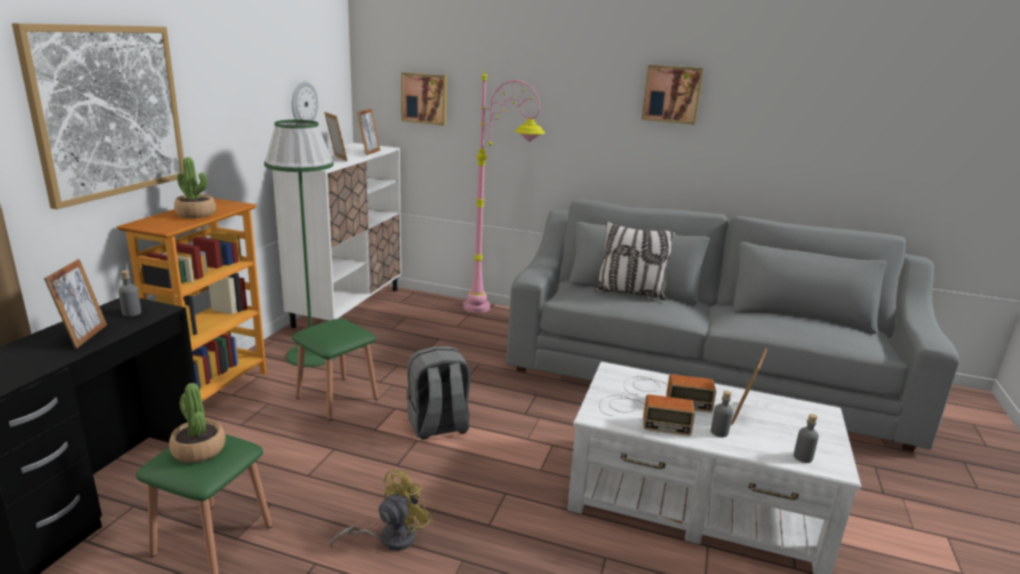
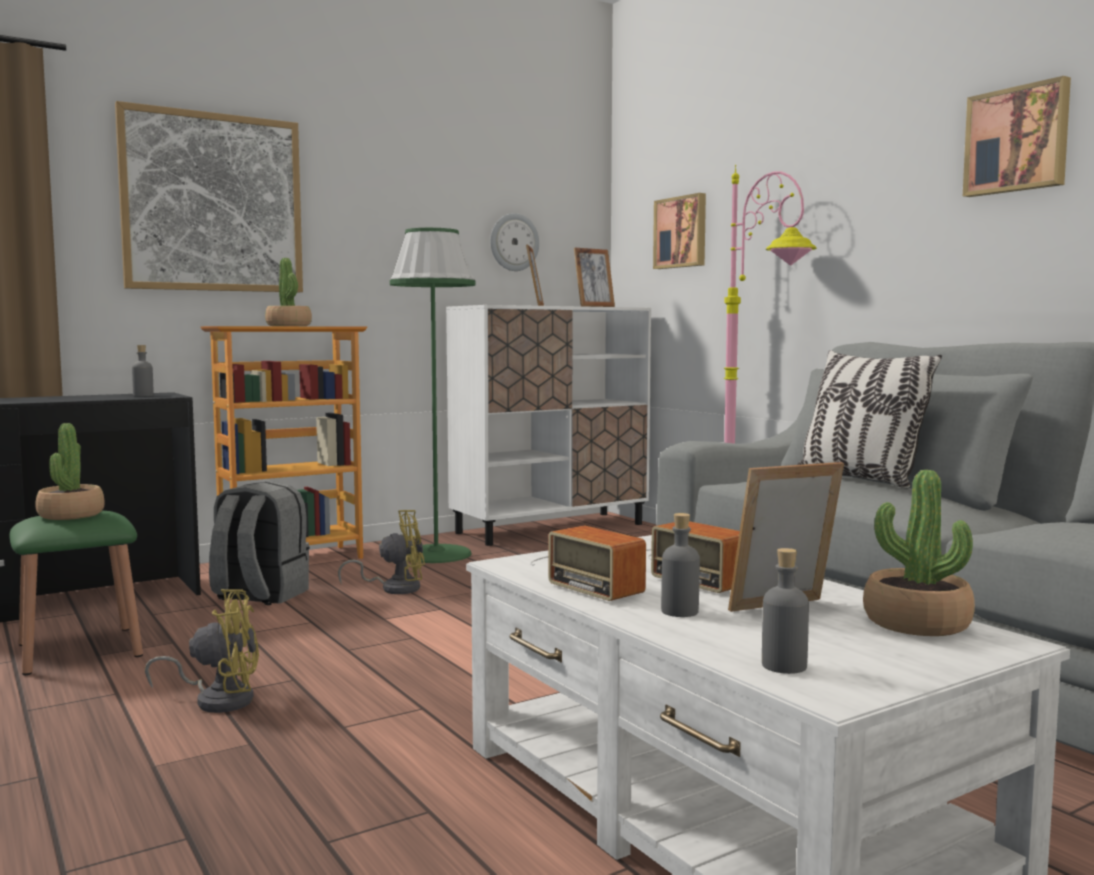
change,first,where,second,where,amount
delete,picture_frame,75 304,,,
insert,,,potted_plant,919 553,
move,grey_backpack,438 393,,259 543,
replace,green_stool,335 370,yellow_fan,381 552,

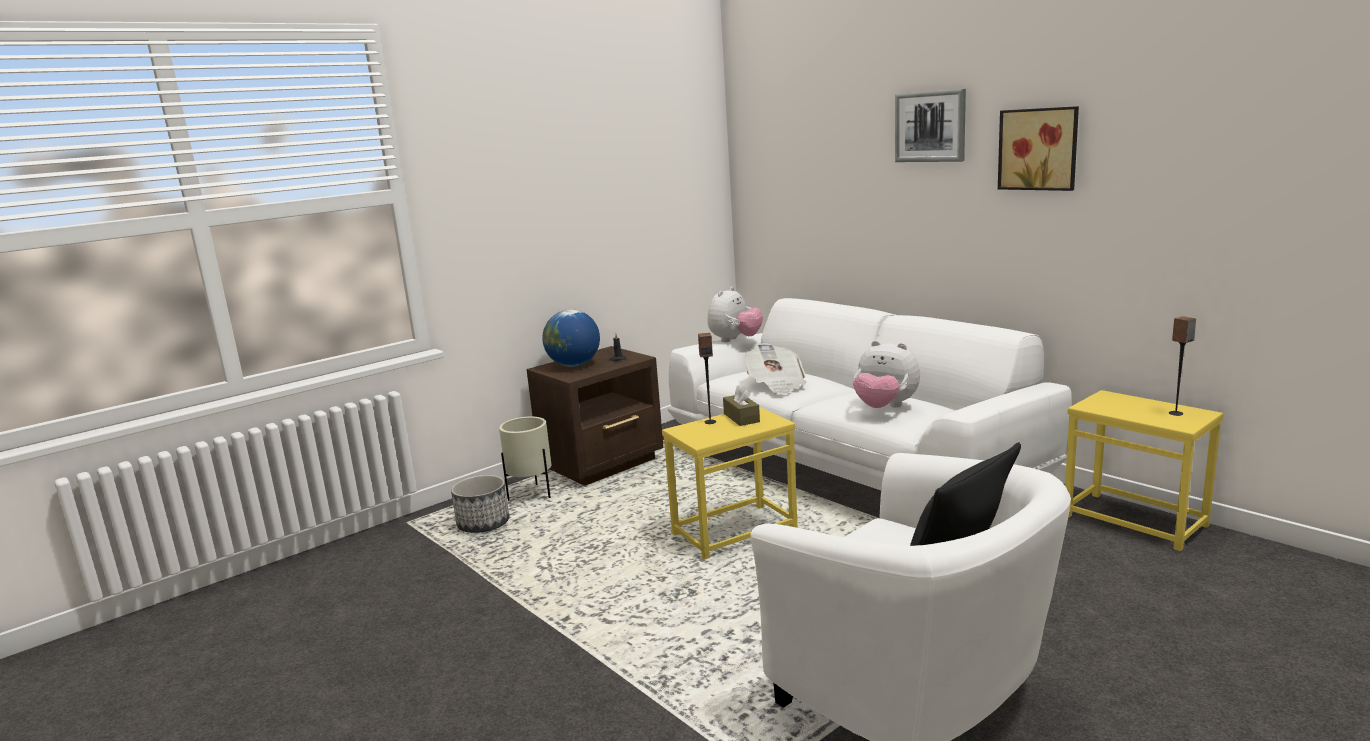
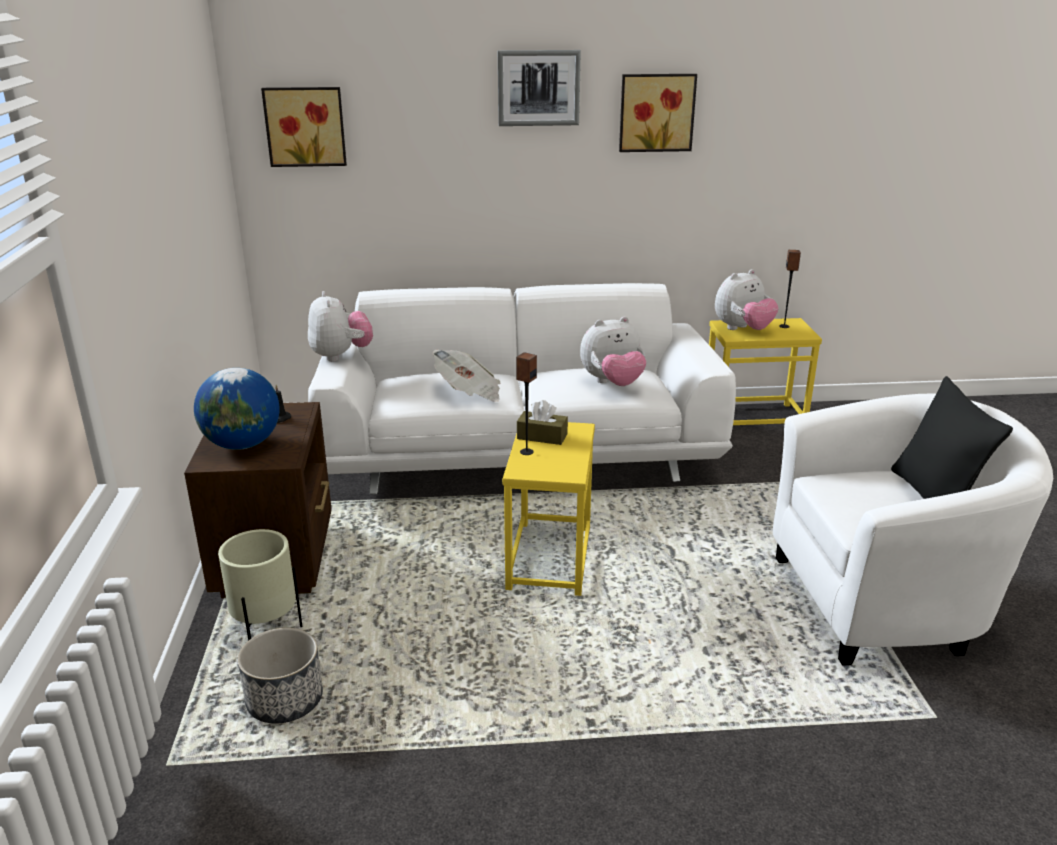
change,first,where,second,where,amount
insert,,,picture,304 127,
insert,,,plush_toy,747 299,

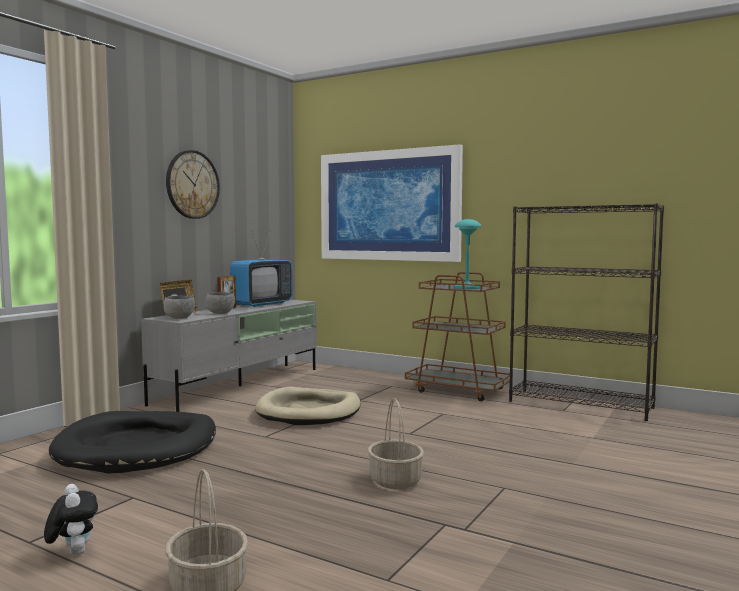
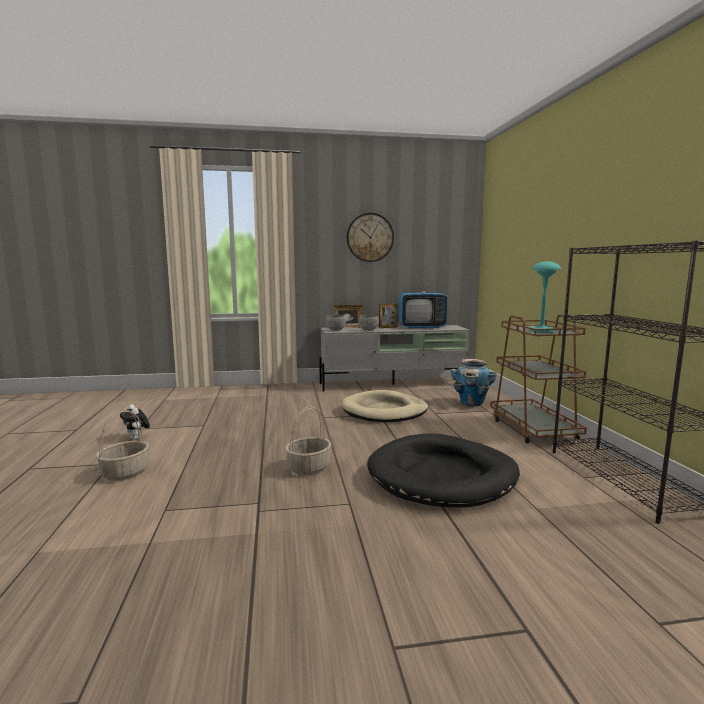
change,first,where,second,where,amount
delete,picture,392 203,,,
insert,,,planter,474 382,
move,black_dog_bed,132 442,,443 470,
rotate,plush_toy,71 520,,135 422,120 degrees clockwise

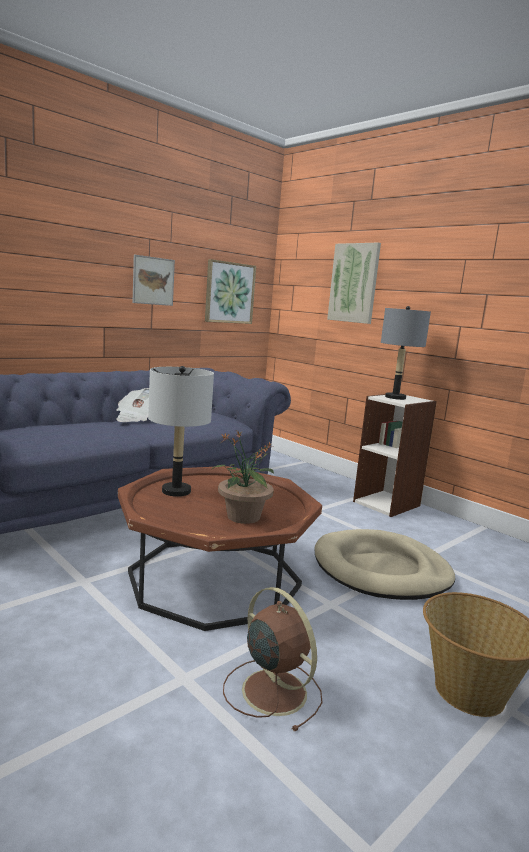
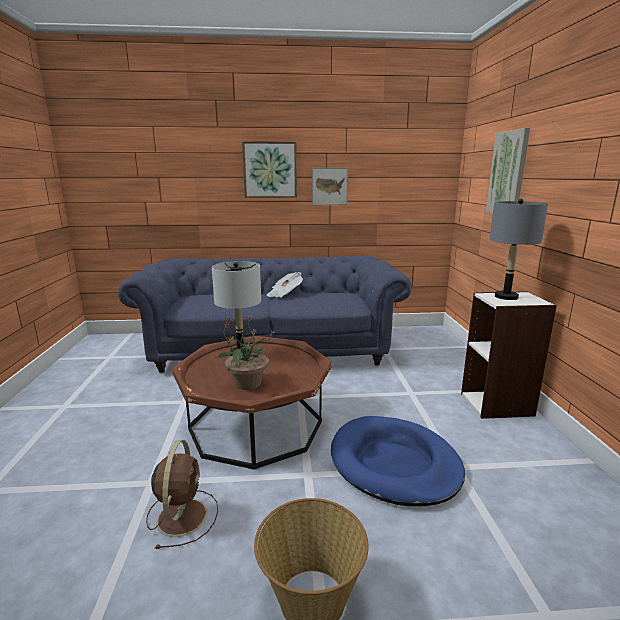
change,first,where,second,where,amount
move,picture,230 291,,269 169,
recolor,beige_dog_bed,384 564,blue_dog_bed,398 461,

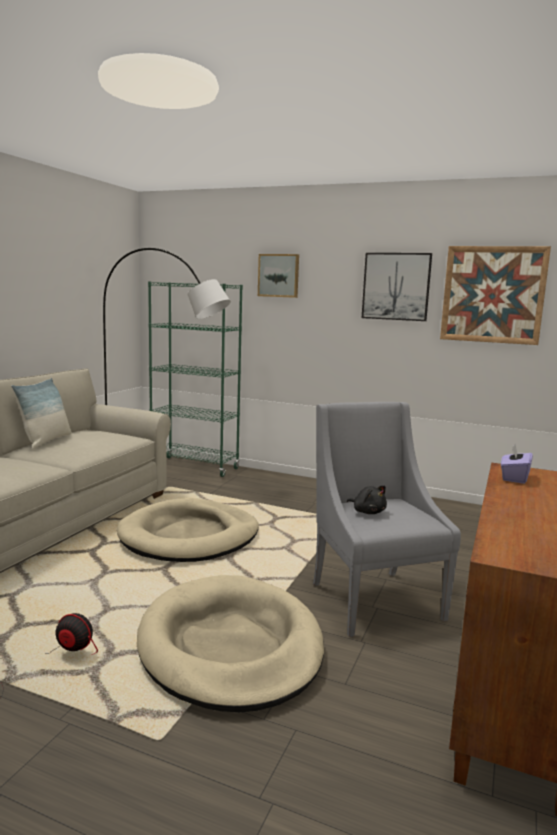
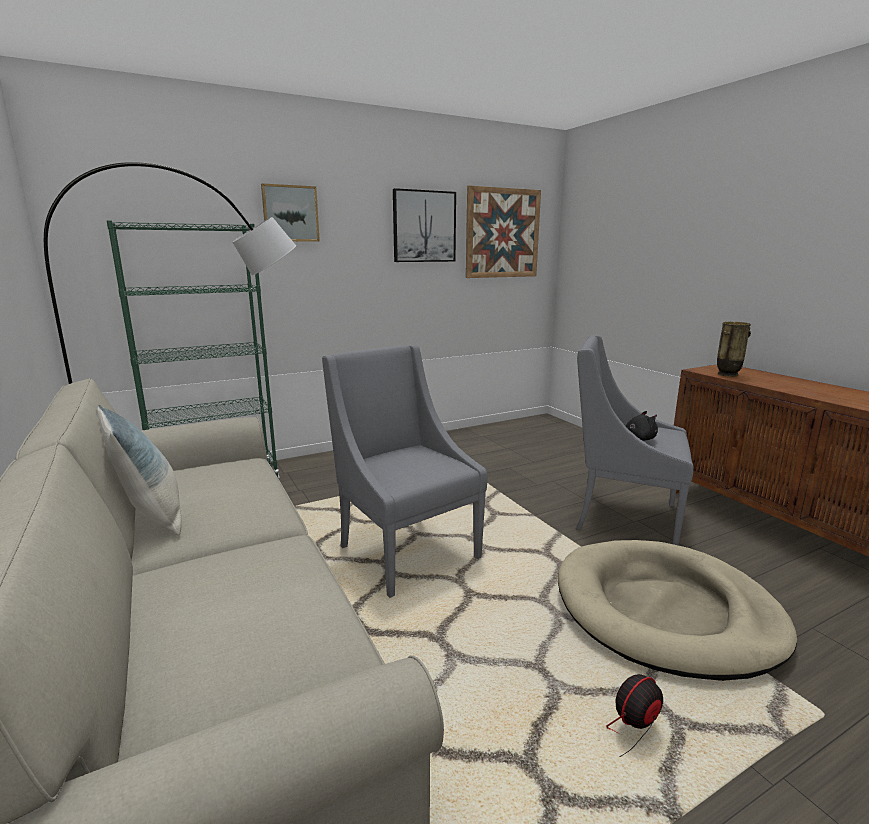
change,first,where,second,where,amount
replace,beige_dog_bed,188 530,grey_armchair,405 471,
replace,purple_tissue_box,517 464,vase,734 349,

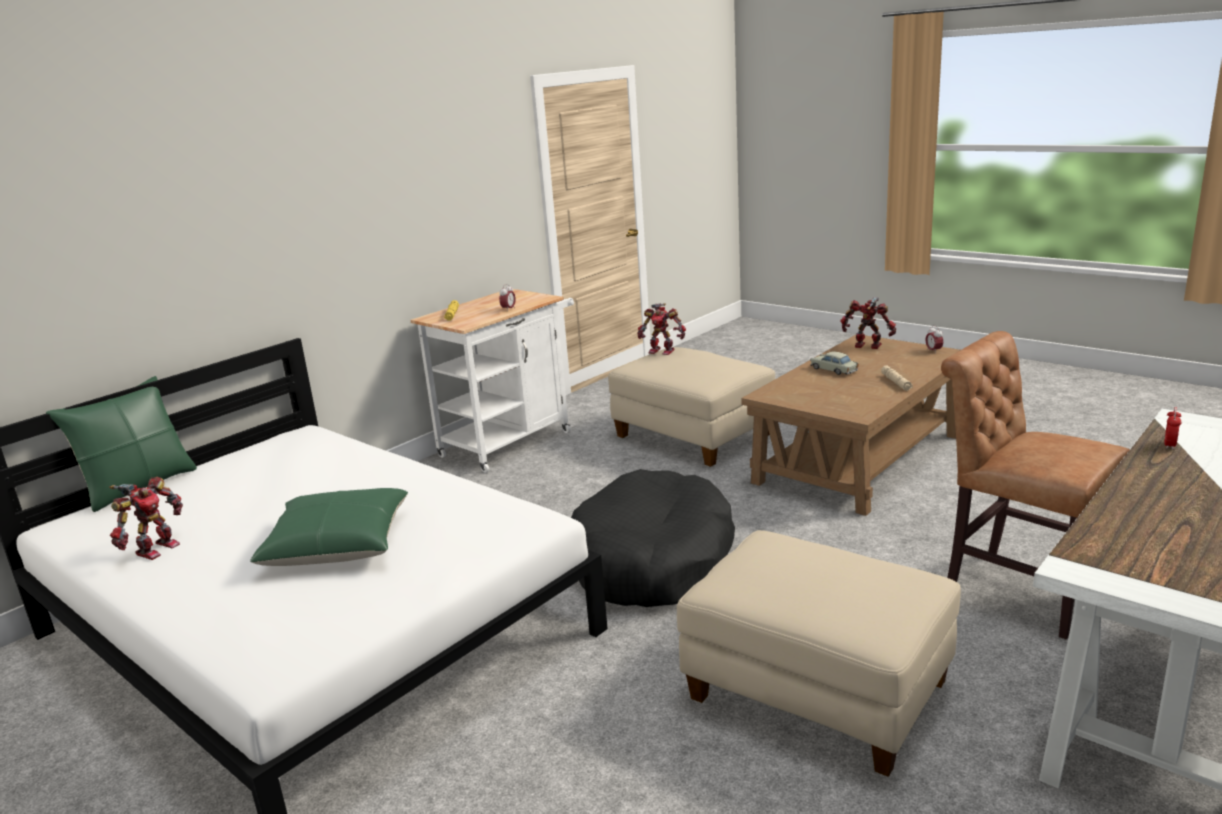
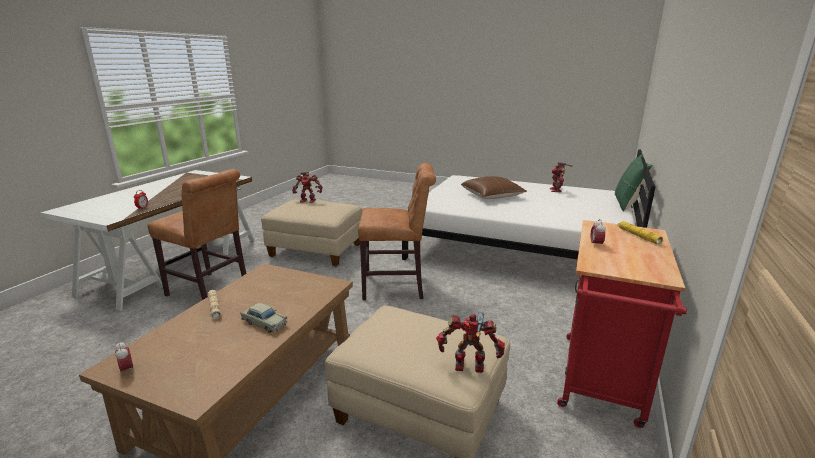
change,first,where,second,where,amount
move,toy_robot,868 323,,307 187,
replace,black_dog_bed,653 538,brown_chair,397 231,
recolor,green_pillow,329 527,brown_pillow,494 187,
recolor,white_cart,492 381,red_cart,622 324,

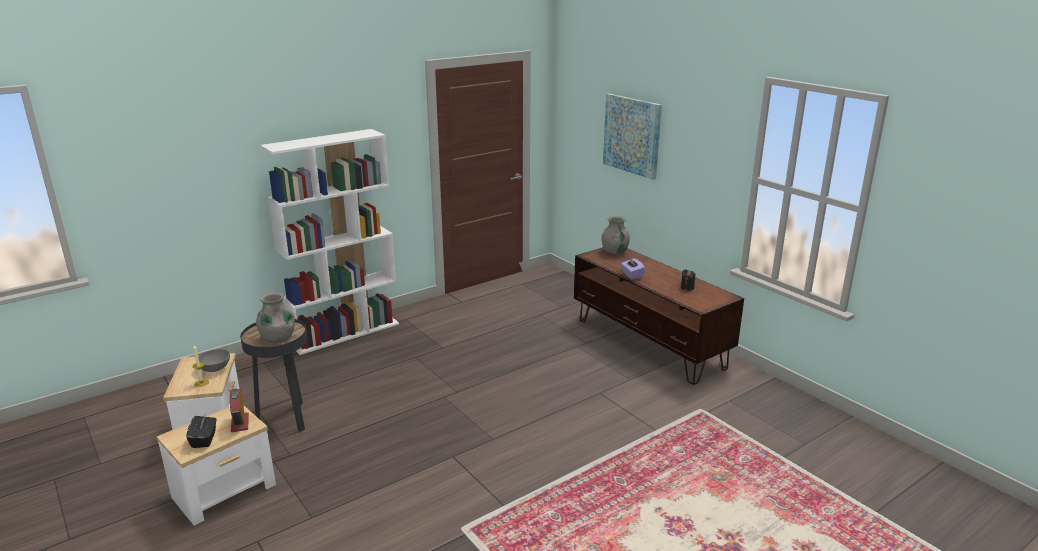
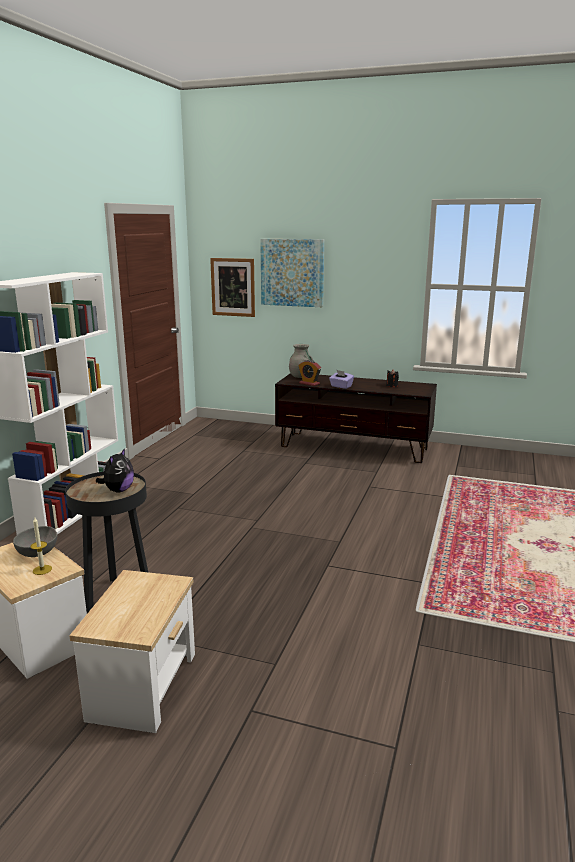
change,first,where,second,where,amount
delete,black_tissue_box,201 431,,,
insert,,,picture,232 287,
move,alarm_clock,239 410,,310 373,
replace,grey_vase,275 317,plush_toy,115 470,

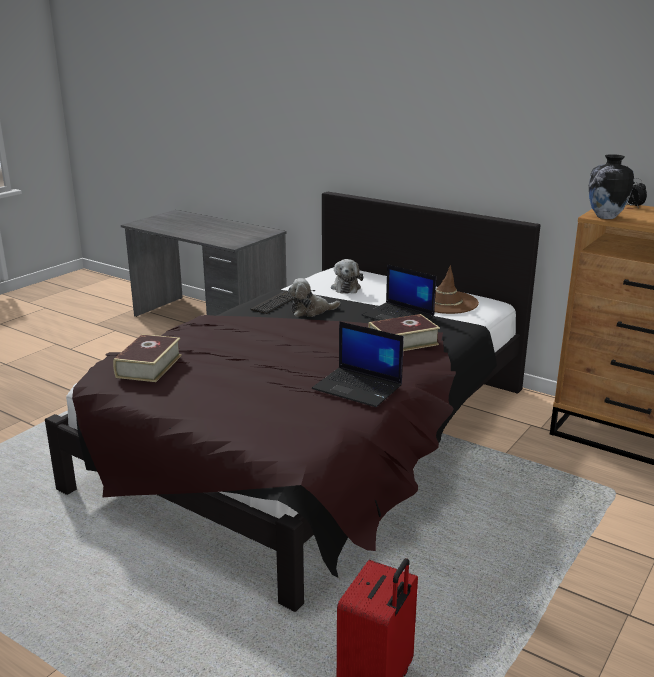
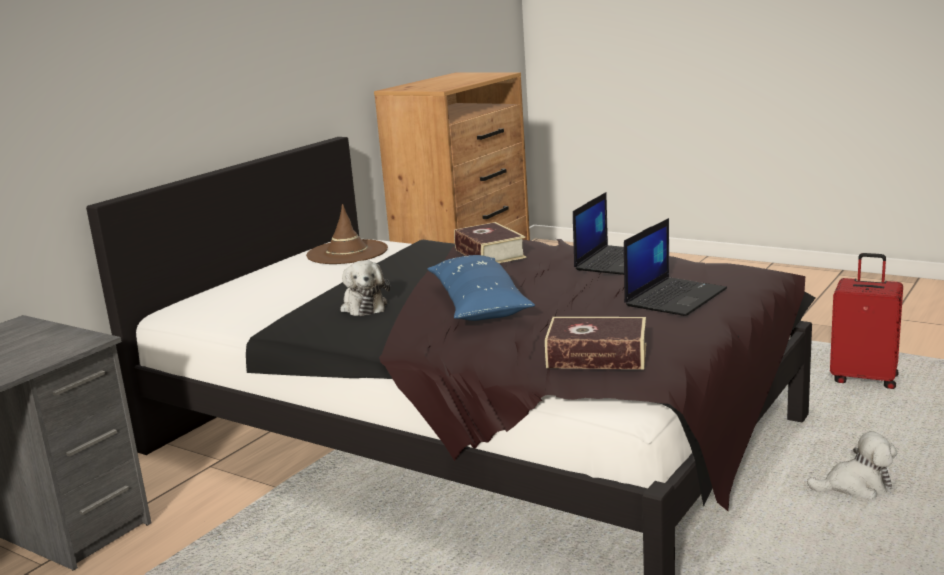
change,first,where,second,where,amount
delete,keyboard,283 302,,,
delete,vase,611 186,,,
delete,alarm_clock,637 193,,,
insert,,,blue_pillow,481 288,
move,plush_toy,347 276,,852 465,
move,laptop,398 292,,675 267,

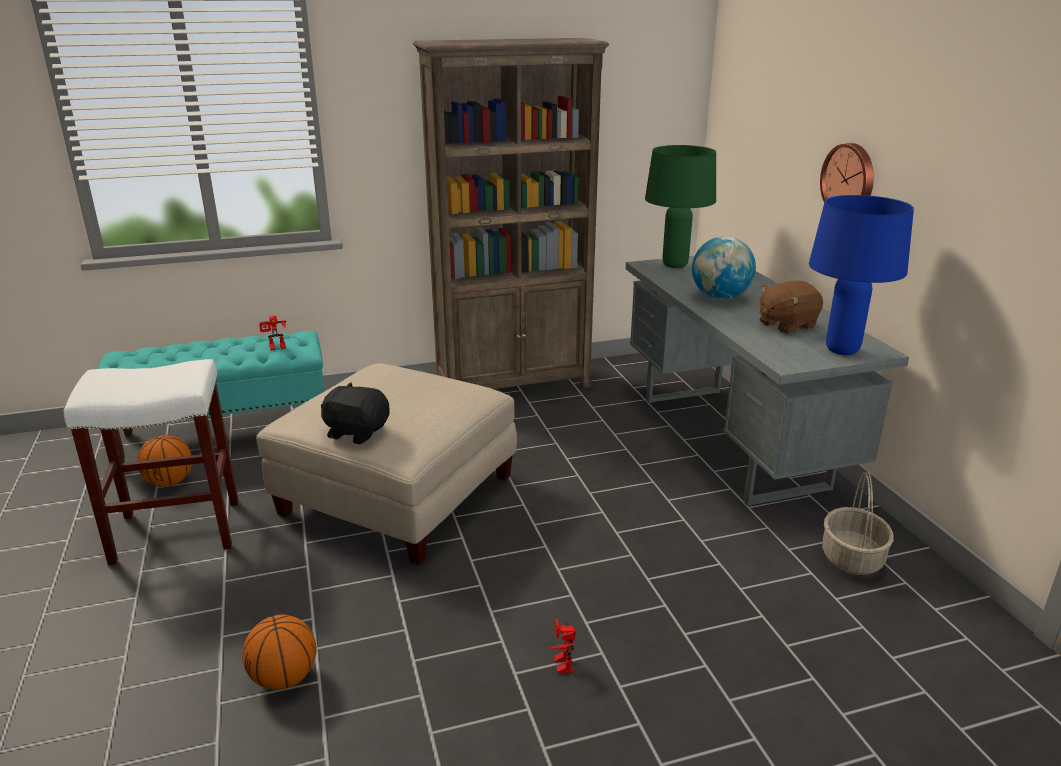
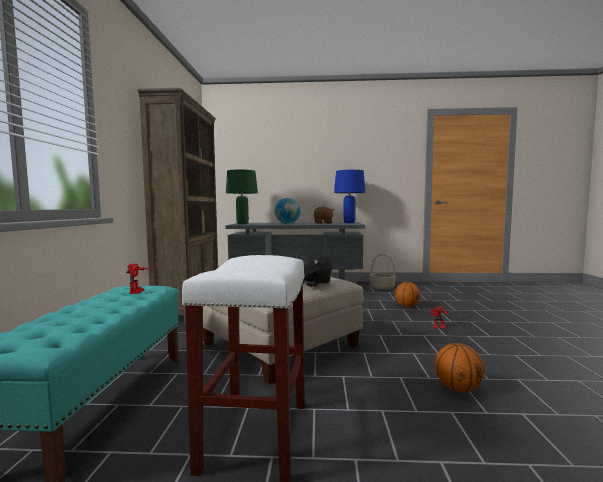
change,first,where,second,where,amount
delete,wall_clock,847 172,,,
move,basketball,164 461,,408 295,

